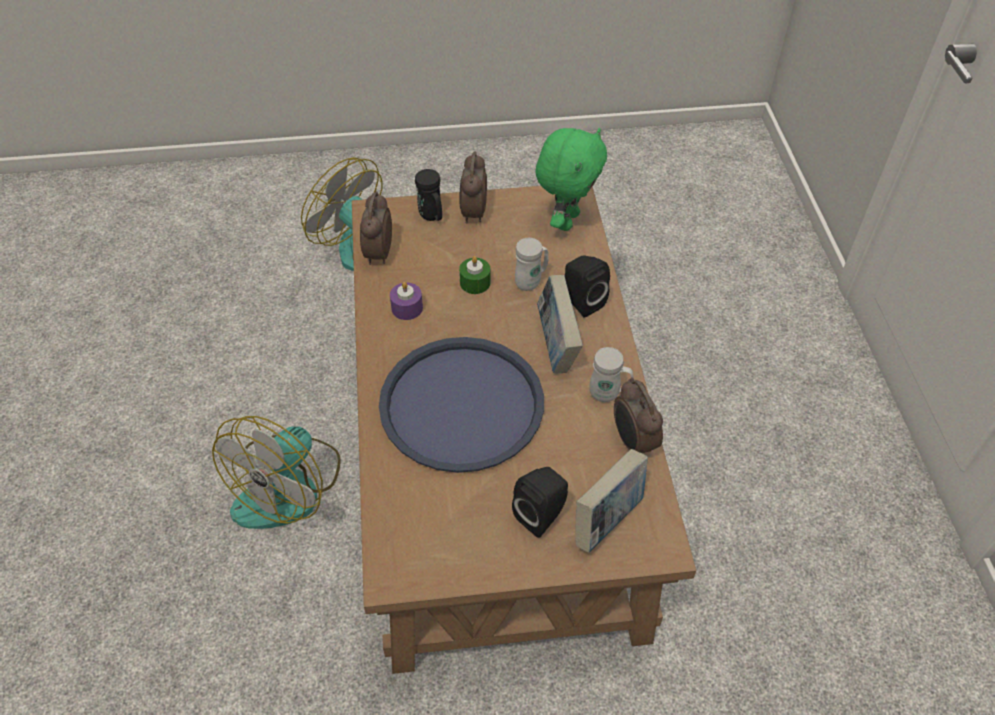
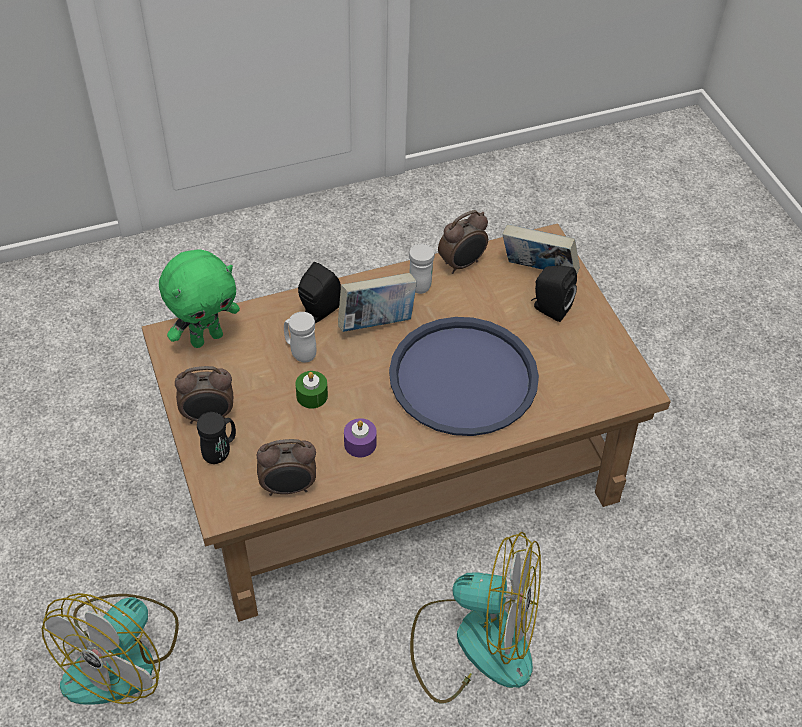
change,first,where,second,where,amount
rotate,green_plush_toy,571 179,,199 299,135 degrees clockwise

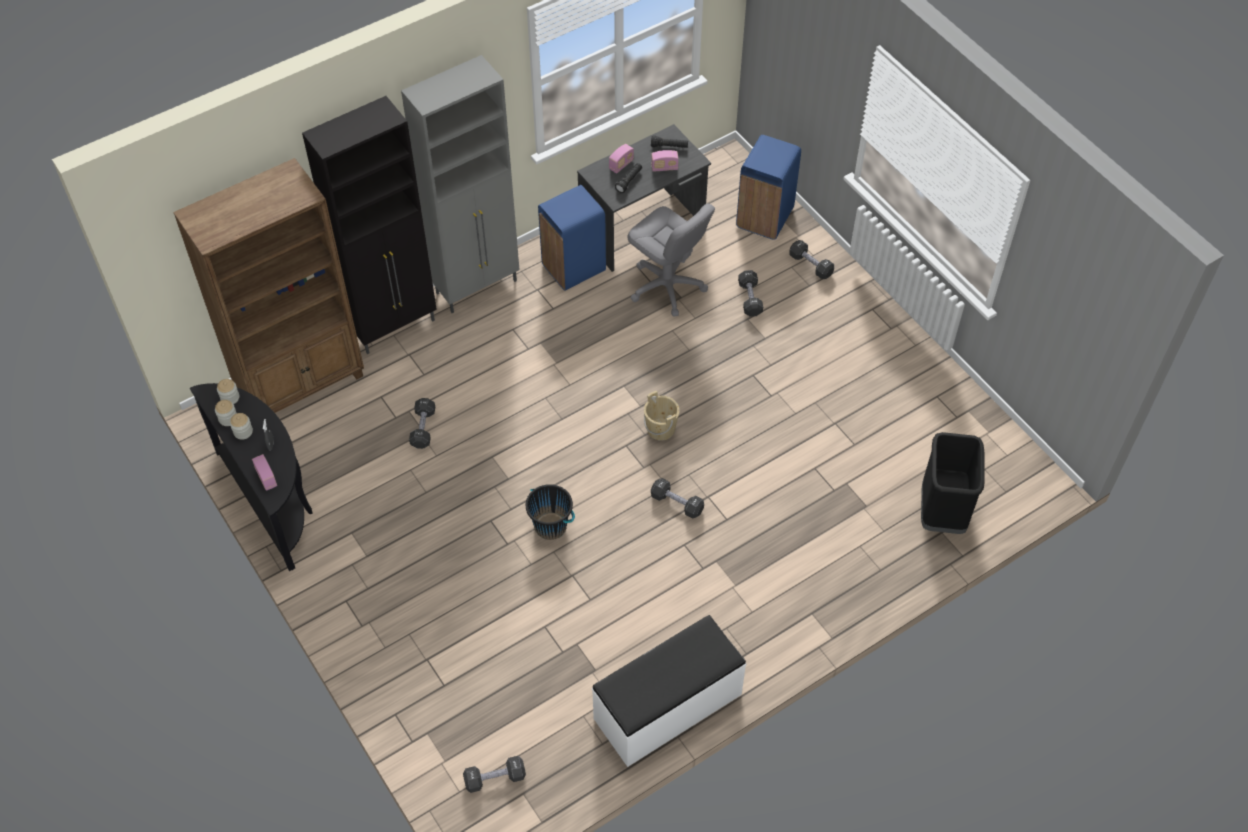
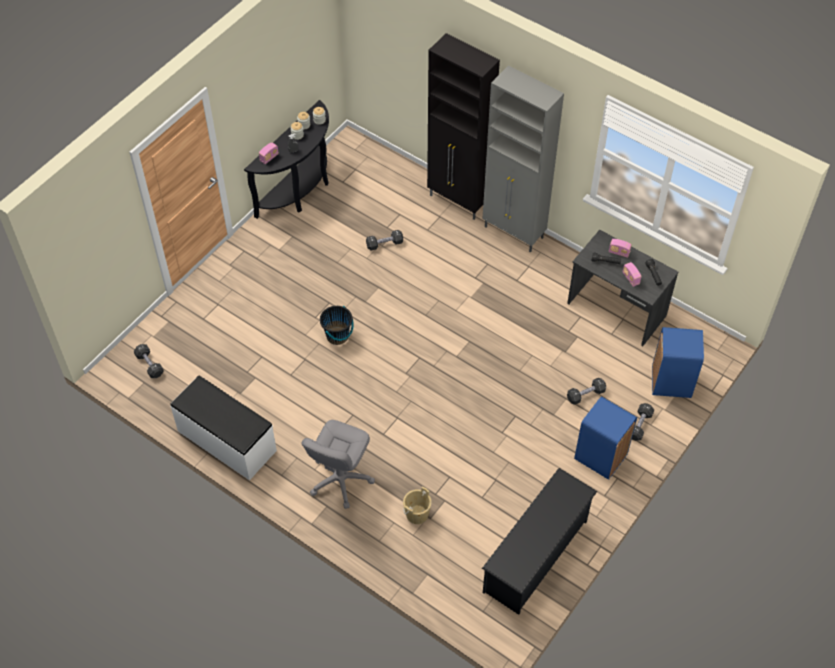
change,first,where,second,where,amount
delete,brown_bookcase,268 285,,,
delete,black_dumbbell,677 498,,,
delete,black_trash_can,953 483,,,
insert,,,black_shoe_rack,539 541,
move,blue_trash_can,572 238,,605 438,
move,grey_office_chair,671 260,,338 464,
move,beige_bucket,662 416,,417 505,

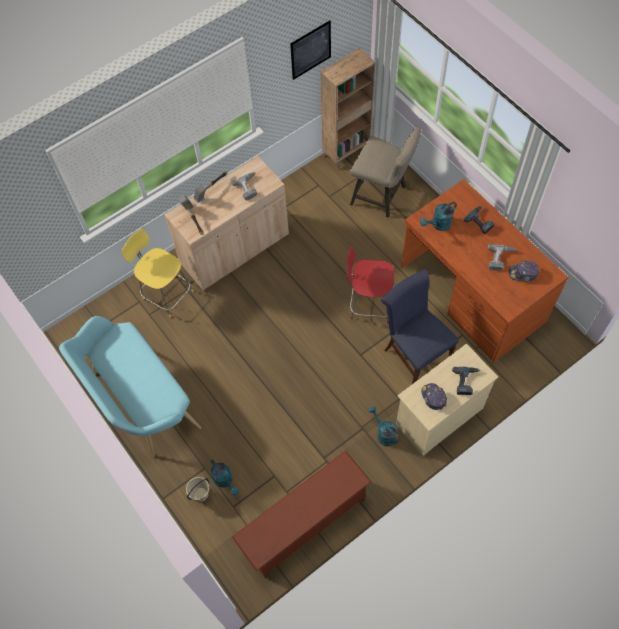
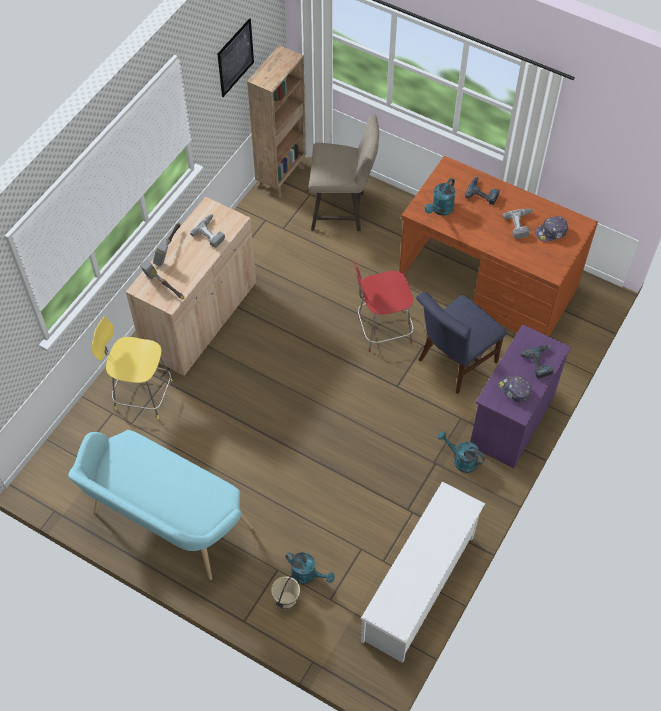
change,first,where,second,where,amount
recolor,brown_shoe_rack,301 514,white_shoe_rack,422 572,
recolor,beige_dresser,447 399,purple_dresser,520 396,
rotate,blue_chair,420 326,,461 343,75 degrees counterclockwise

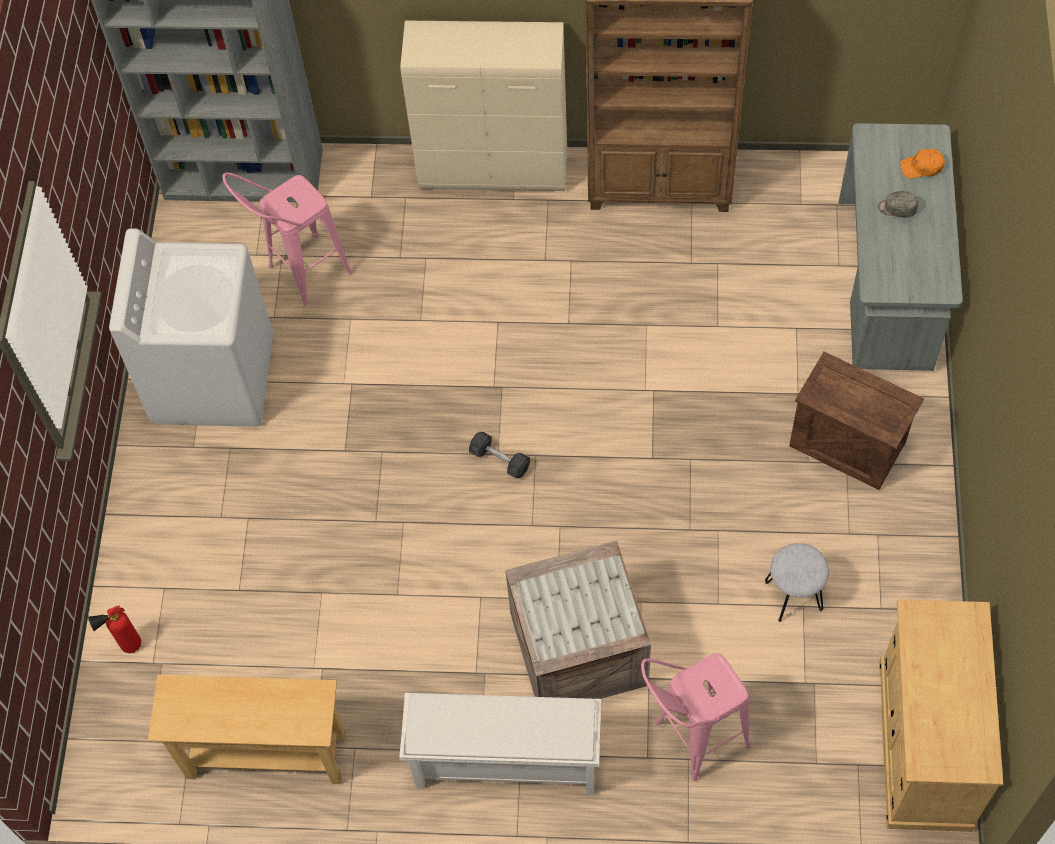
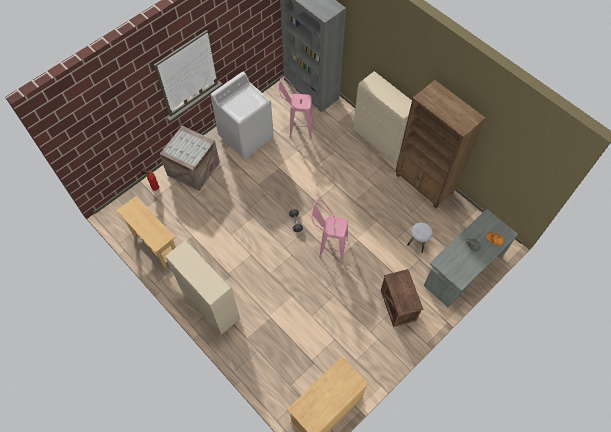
change,first,where,second,where,amount
move,crate,578 620,,190 158,
move,pink_stool,696 717,,329 230,
move,grey_stool,797 582,,420 238,
replace,white_shoe_rack,500 744,beige_cabinet,202 287,

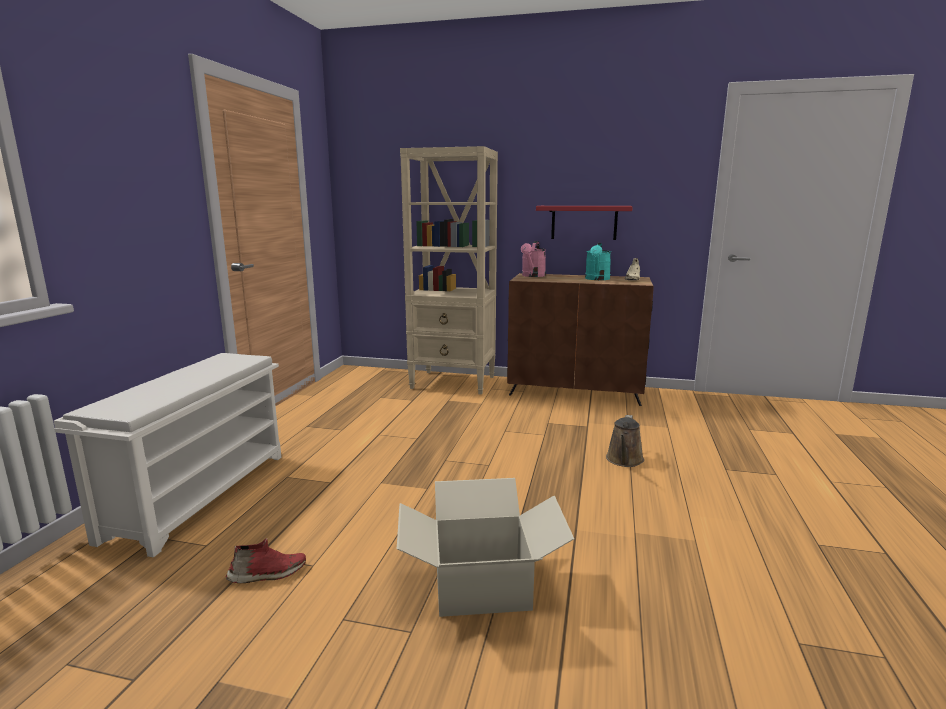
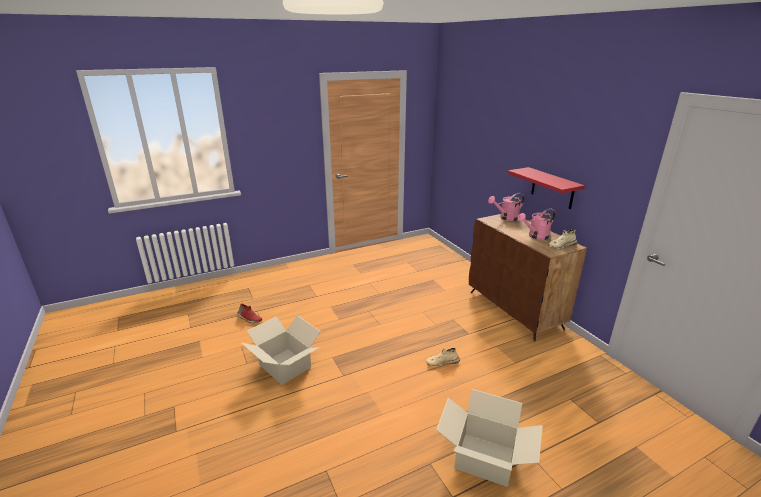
change,first,where,second,where,amount
delete,white_shoe_rack,167 455,,,
delete,beige_bookcase,449 270,,,
insert,,,cardboard_box,489 438,
replace,brown_watering_can,625 441,beige_shoe,443 357,
recolor,turquoise_watering_can,598 261,pink_watering_can,536 224,

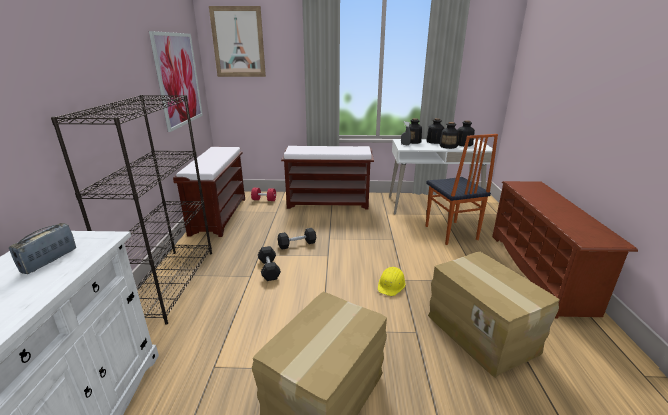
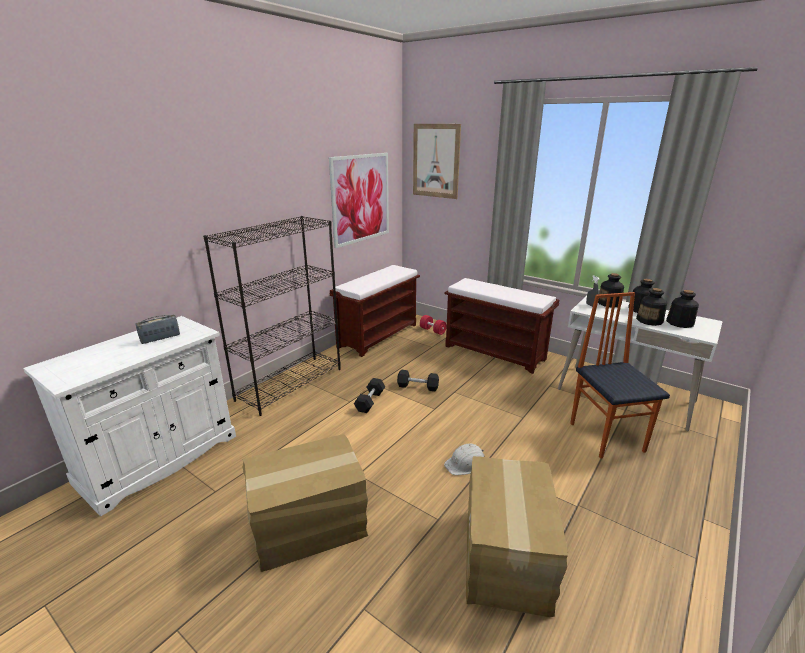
change,first,where,second,where,amount
delete,brown_shoe_rack,565 249,,,
recolor,yellow_hard_hat,392 281,white_hard_hat,464 459,
rotate,chair,462 189,,620 375,150 degrees clockwise

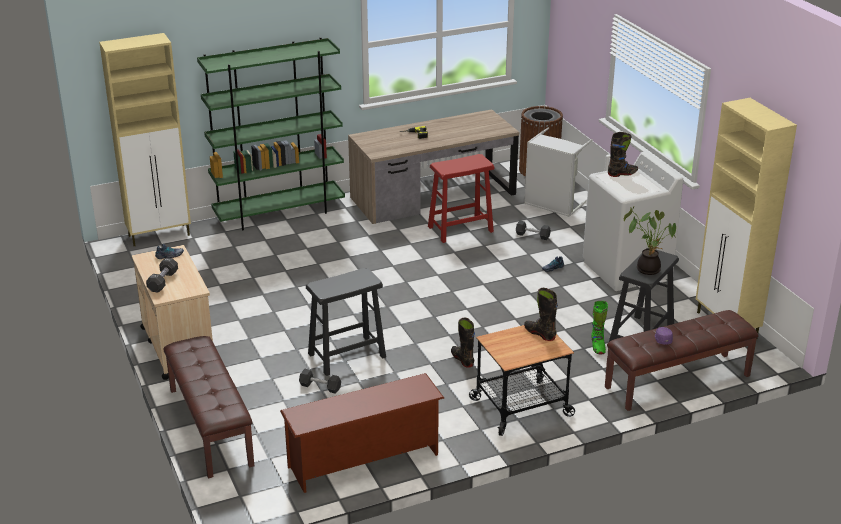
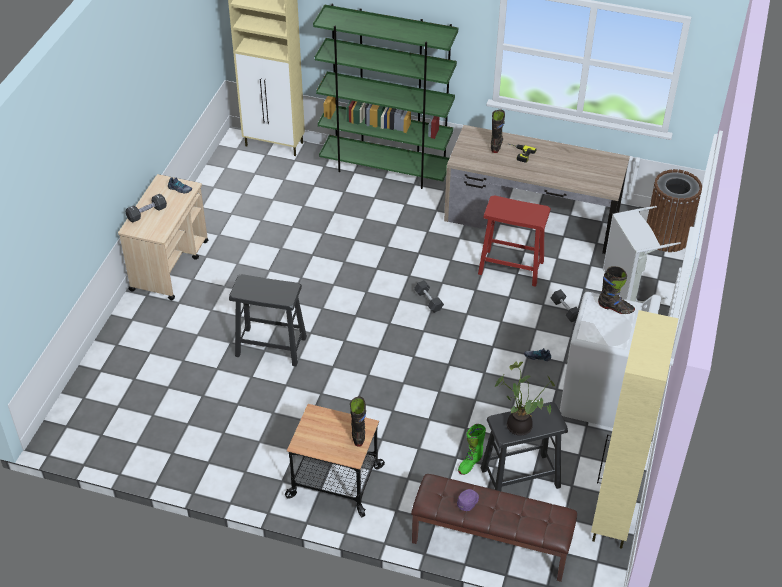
change,first,where,second,where,amount
delete,brown_bench,208 407,,,
delete,brown_shoe_rack,362 433,,,
move,black_dumbbell,320 381,,429 296,
move,black_boot,463 343,,498 131,

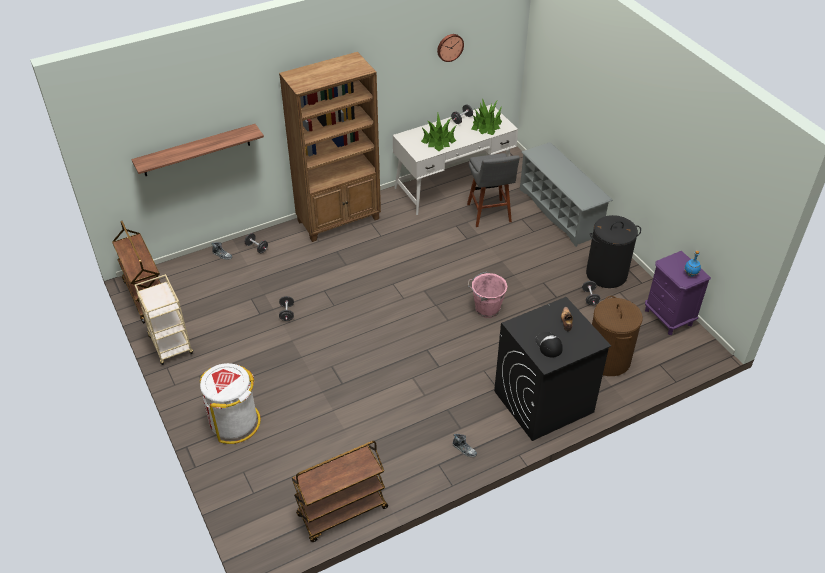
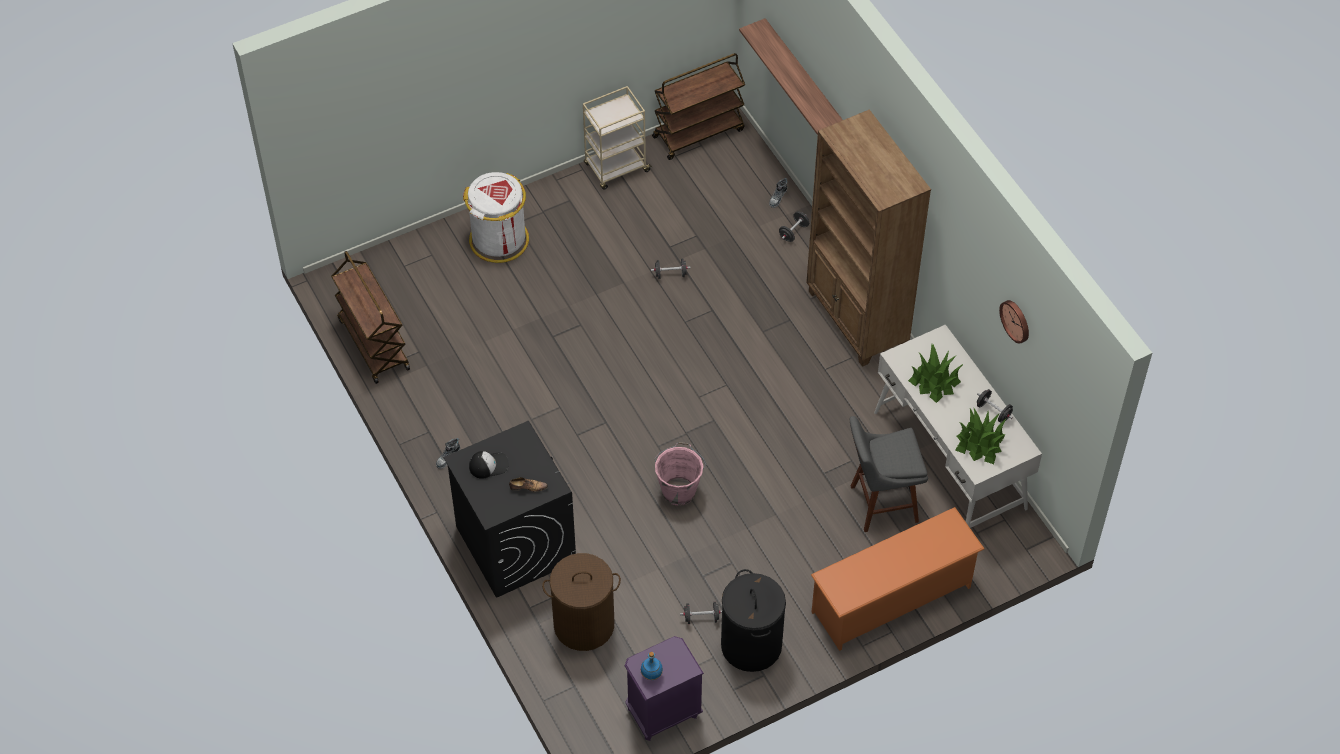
change,first,where,second,where,amount
recolor,grey_shoe_rack,566 194,orange_shoe_rack,898 579,

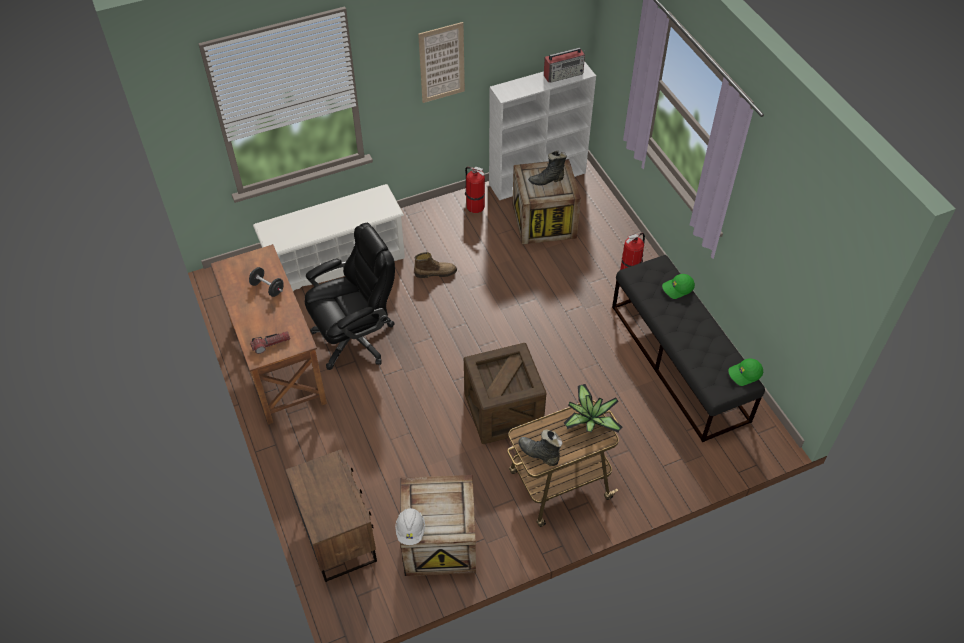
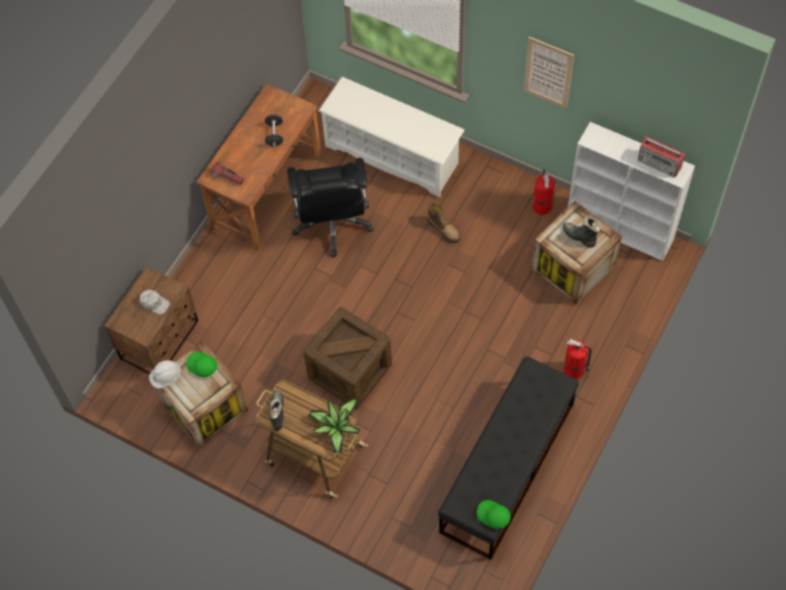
change,first,where,second,where,amount
insert,,,white_cap,154 302,
move,green_cap,678 286,,201 364,
rotate,black_office_chair,350 296,,330 208,60 degrees clockwise

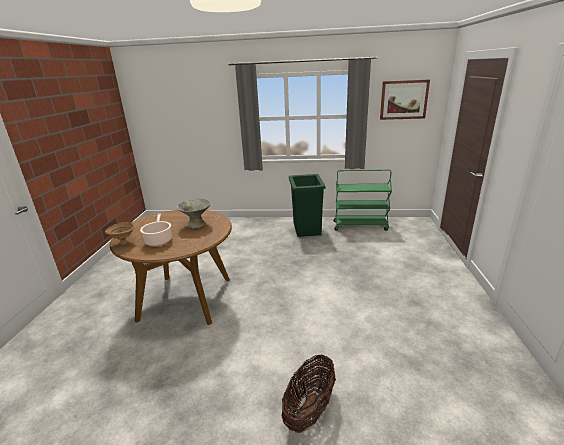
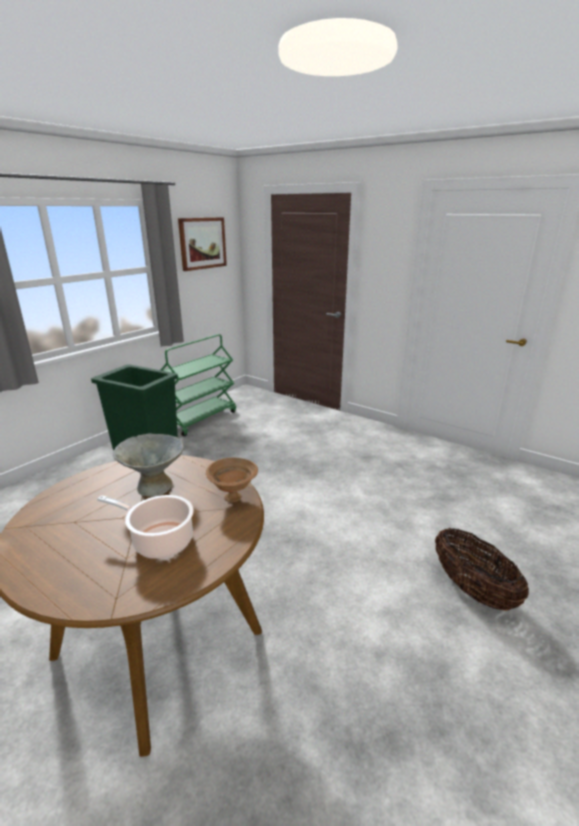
change,first,where,second,where,amount
move,brown_bowl,120 233,,232 479,

